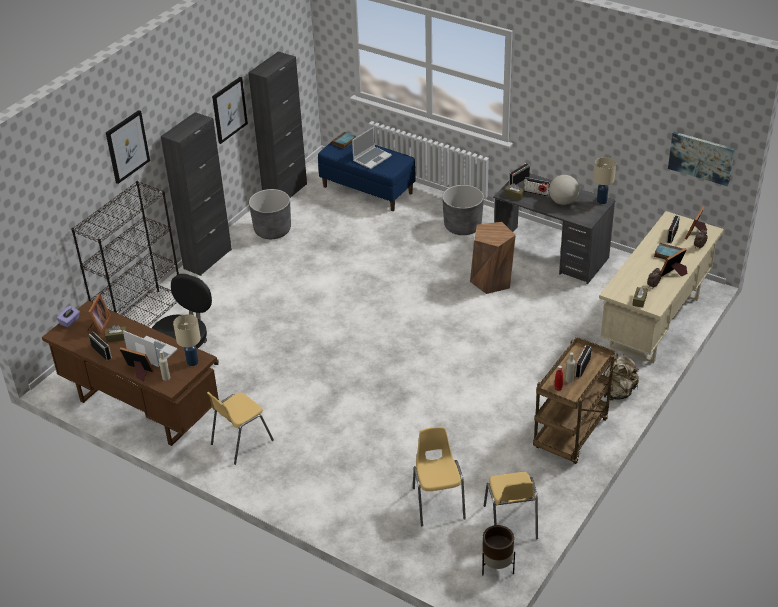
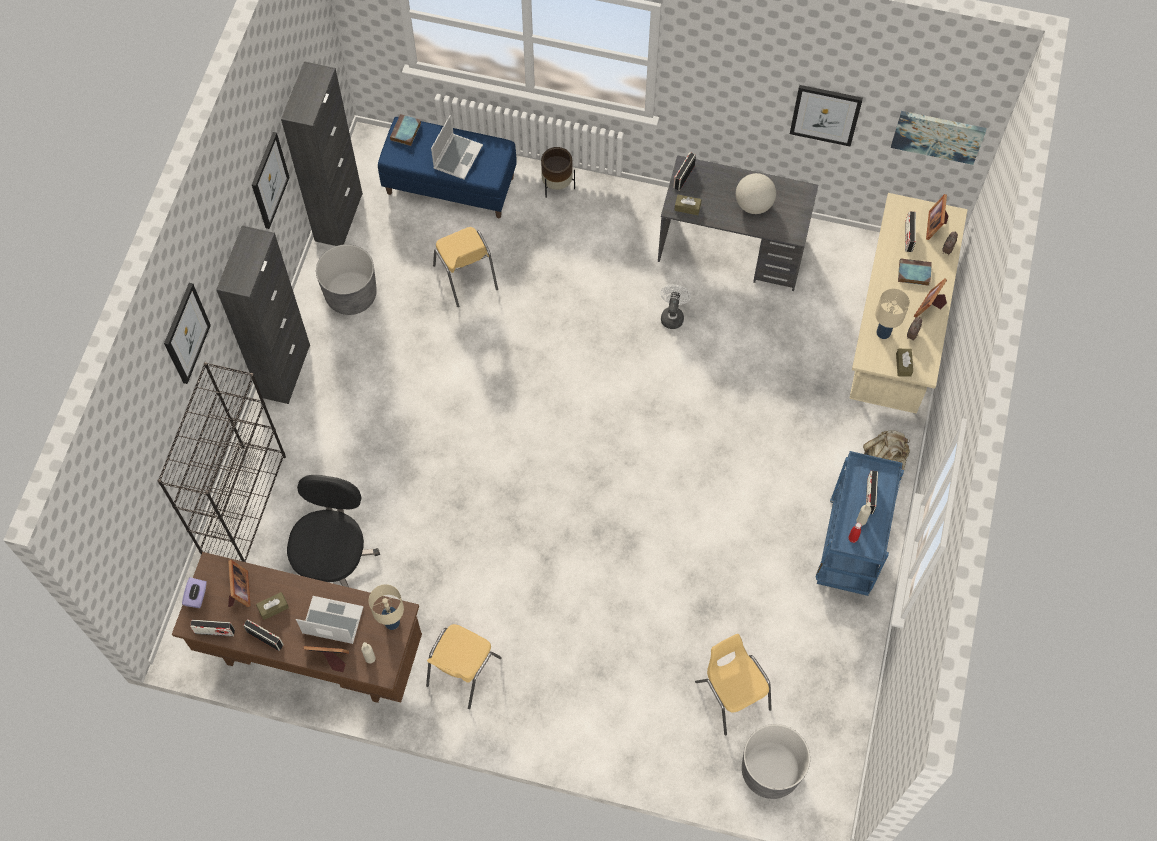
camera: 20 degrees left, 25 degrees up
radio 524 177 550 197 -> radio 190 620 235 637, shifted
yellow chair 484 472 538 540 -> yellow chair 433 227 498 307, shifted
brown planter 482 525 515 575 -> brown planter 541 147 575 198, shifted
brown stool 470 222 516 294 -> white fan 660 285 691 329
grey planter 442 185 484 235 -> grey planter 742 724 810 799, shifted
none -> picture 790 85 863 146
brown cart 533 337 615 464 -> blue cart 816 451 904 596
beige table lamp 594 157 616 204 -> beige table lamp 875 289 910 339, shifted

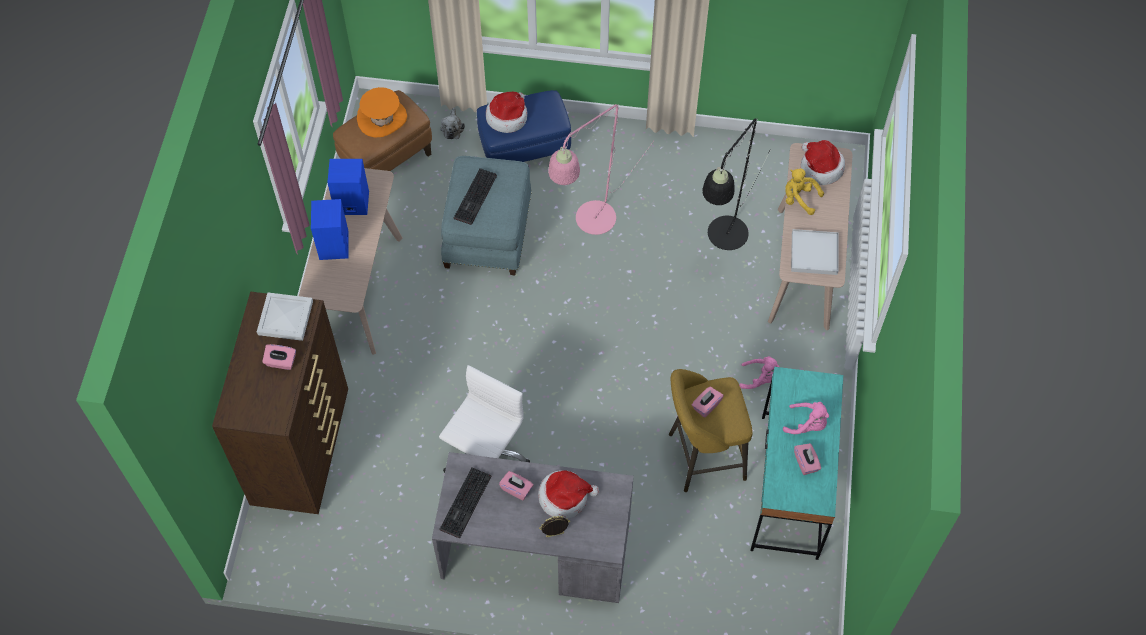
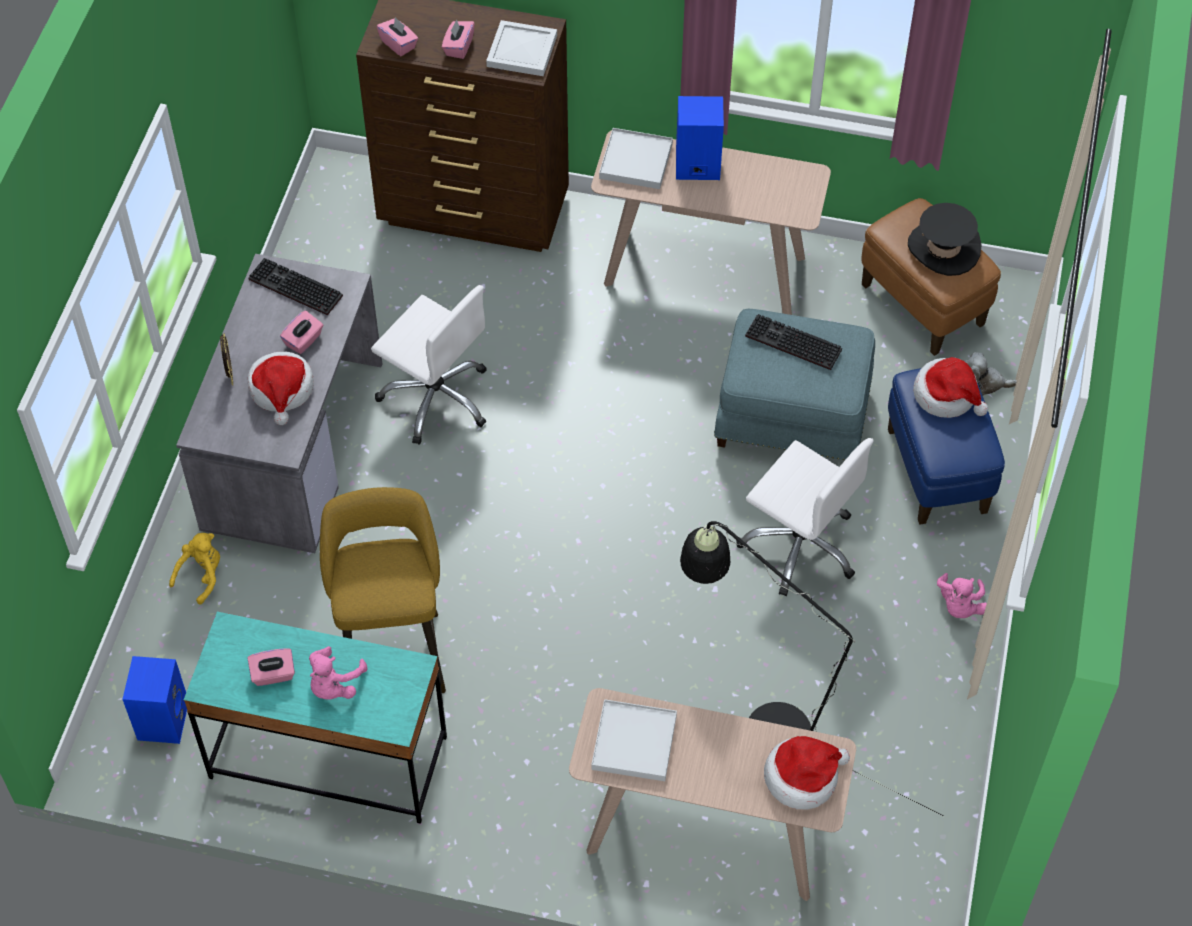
camera: 95 degrees right, 5 degrees down
blue speaker 327 159 369 215 -> blue speaker 122 656 187 744, shifted
yellow plush toy 785 169 824 215 -> yellow plush toy 169 533 220 605, shifted
pink tissue box 692 387 723 418 -> pink tissue box 377 17 418 56, shifted
none -> white tray 599 128 673 189
pink floor lamp 548 104 654 235 -> white office chair 736 438 873 596
orange hat 357 87 407 138 -> black hat 908 203 982 276
pink plush toy 739 356 780 389 -> pink plush toy 937 573 987 618, shifted

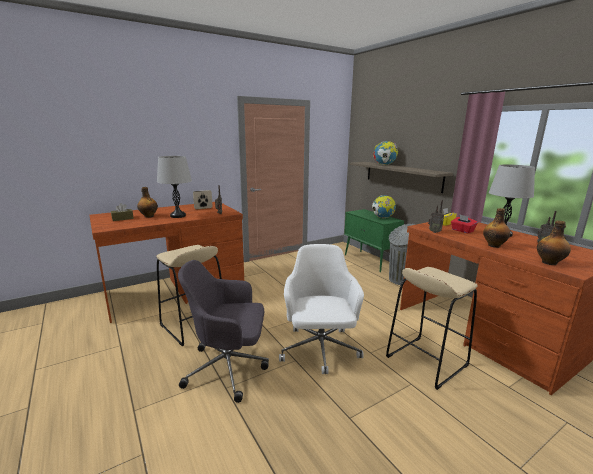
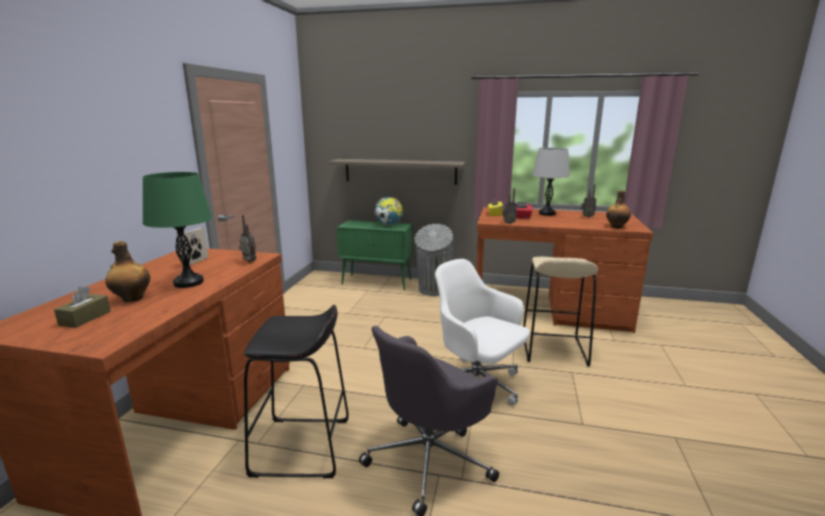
camera: 45 degrees left, 0 degrees up
grey table lamp 157 156 192 218 -> green table lamp 143 172 212 288
beige stool 157 245 222 346 -> black stool 244 305 349 478
globe 373 141 398 166 -> none
bottle 483 208 510 248 -> none

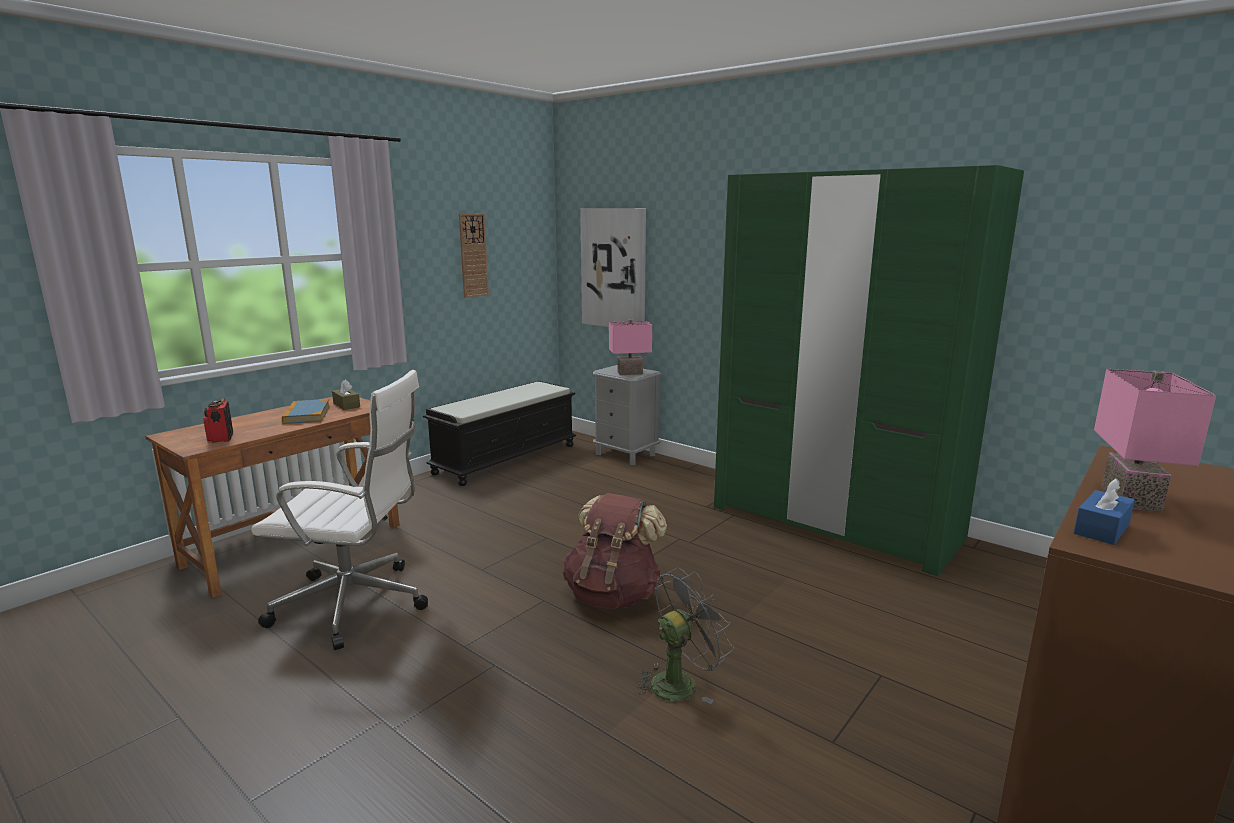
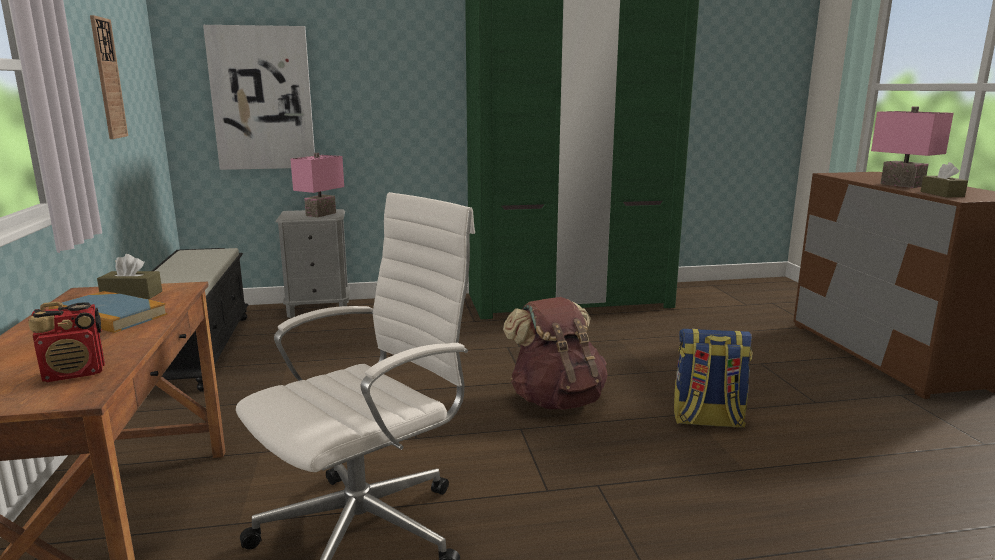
camera: 50 degrees left, 0 degrees up
radio 203 398 233 443 -> radio 28 301 105 382, 45 degrees counterclockwise
grey fan 636 568 734 704 -> backpack 674 329 752 428
blue tissue box 1074 478 1135 545 -> brown tissue box 921 162 968 197

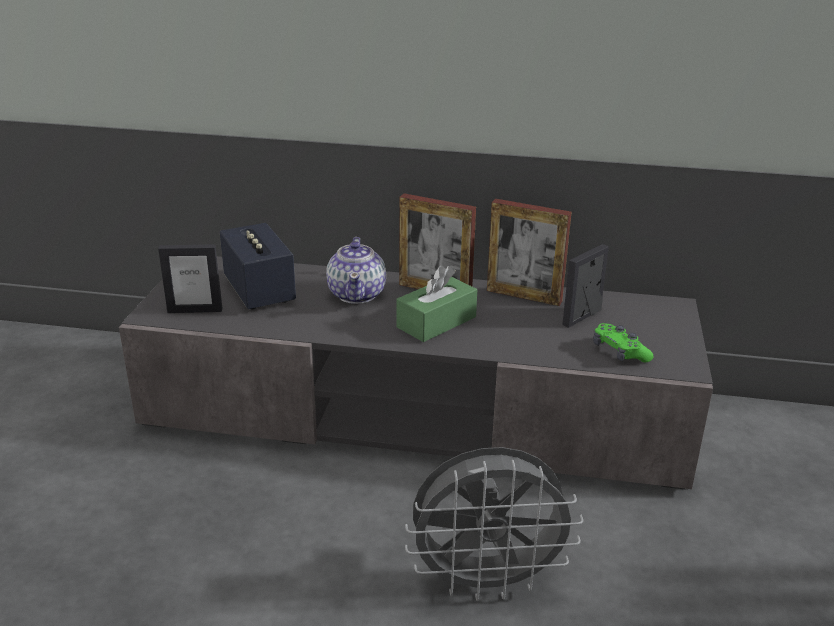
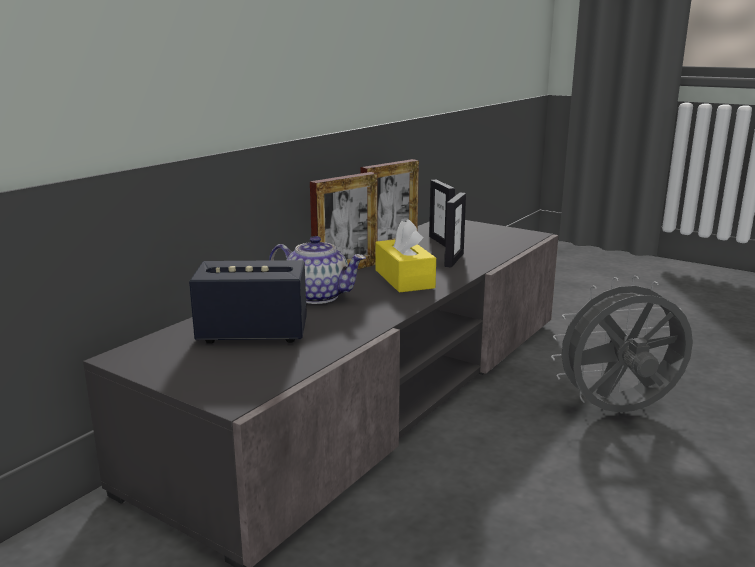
camera: 65 degrees left, 10 degrees down
green tissue box 396 266 477 342 -> yellow tissue box 375 219 436 293
picture frame 158 244 222 313 -> picture frame 444 193 466 268, shifted
grey fan 405 447 583 601 -> grey fan 551 276 693 412, 120 degrees counterclockwise
green game controller 593 323 653 362 -> none

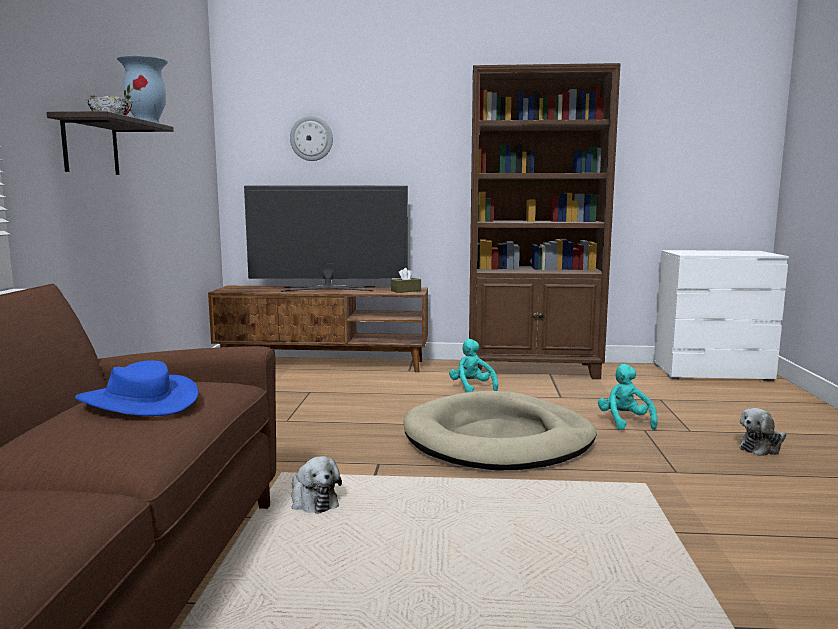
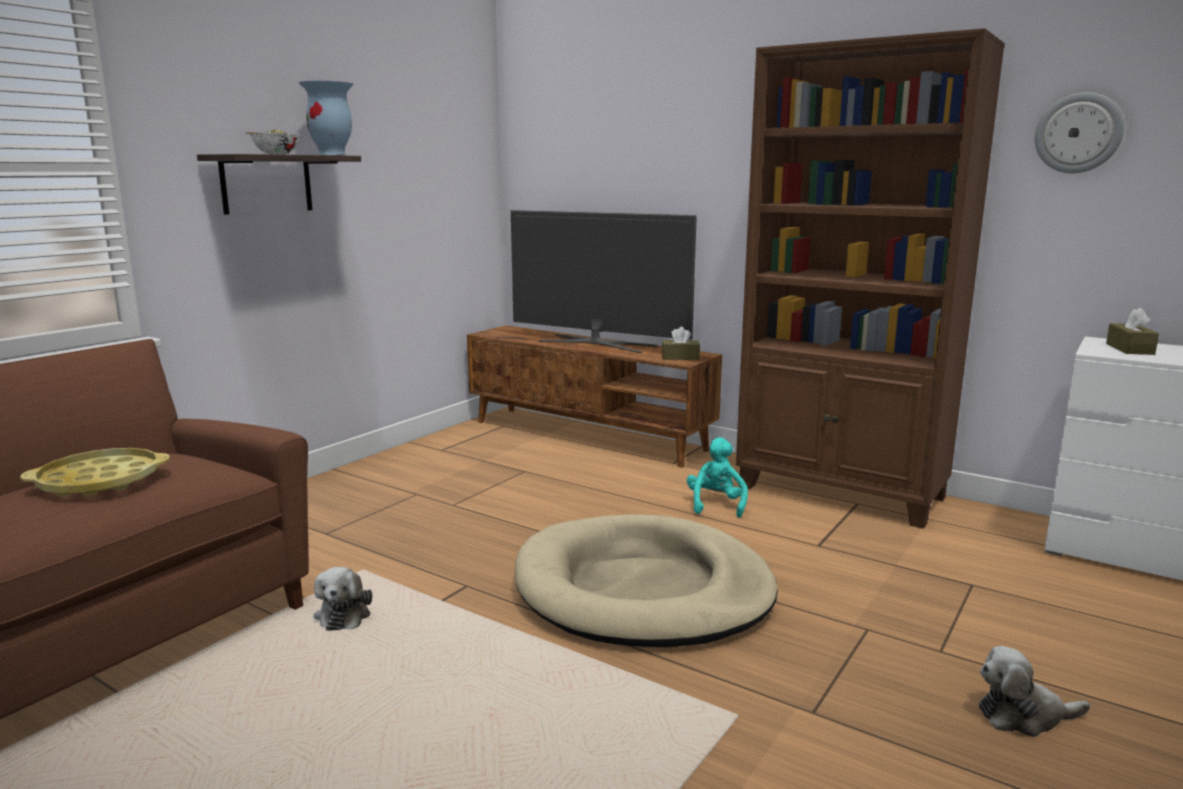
camera: 30 degrees right, 5 degrees up
blue hat 75 360 199 416 -> yellow tray 20 448 170 497
wall clock 290 116 333 161 -> wall clock 1035 92 1124 173, shifted
none -> brown tissue box 1106 307 1159 355
turquoise plush toy 598 364 657 430 -> none

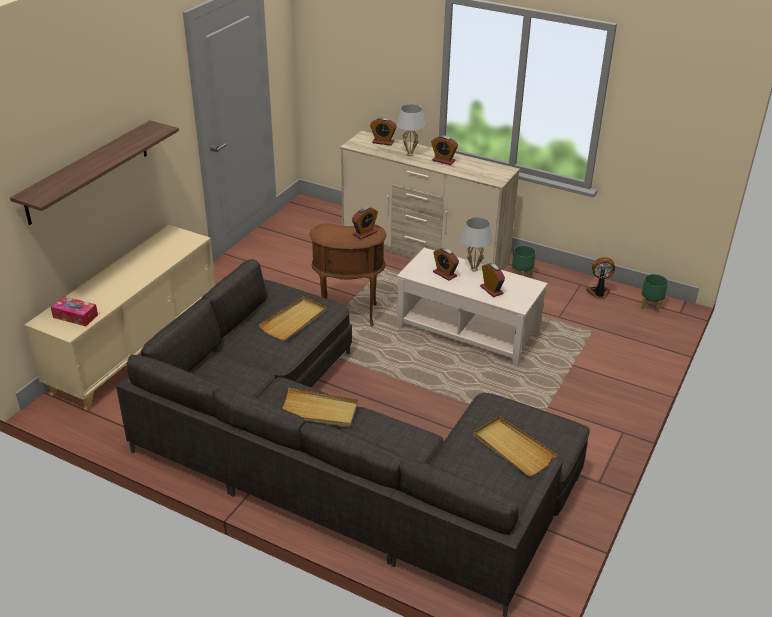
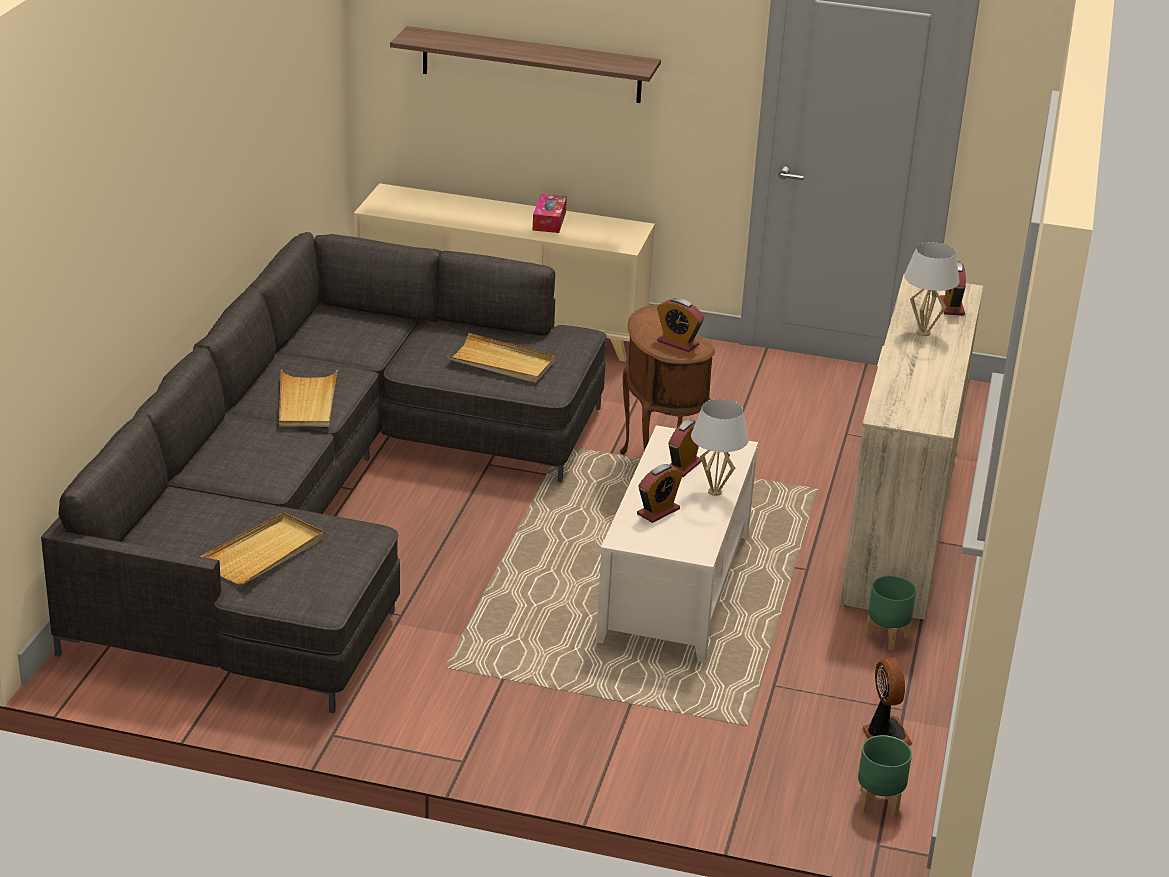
camera: 75 degrees right, 5 degrees down
tissue box 51 296 98 326 -> tissue box 533 194 567 233, shifted
alarm clock 431 135 458 165 -> none

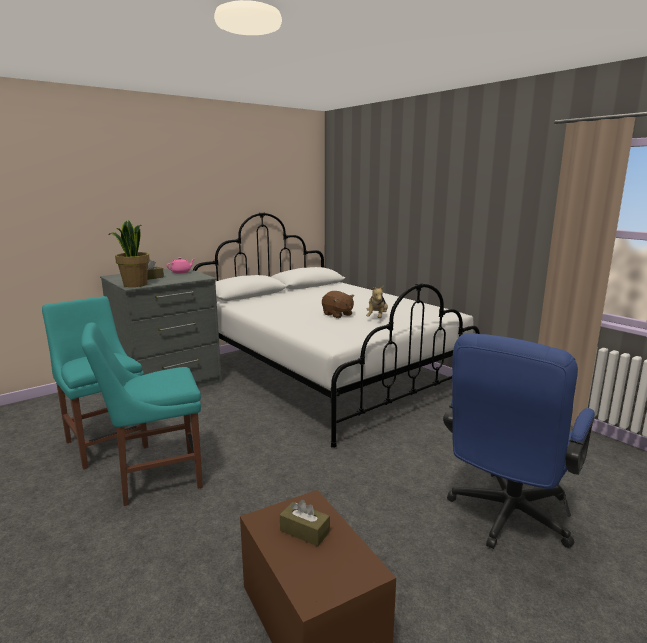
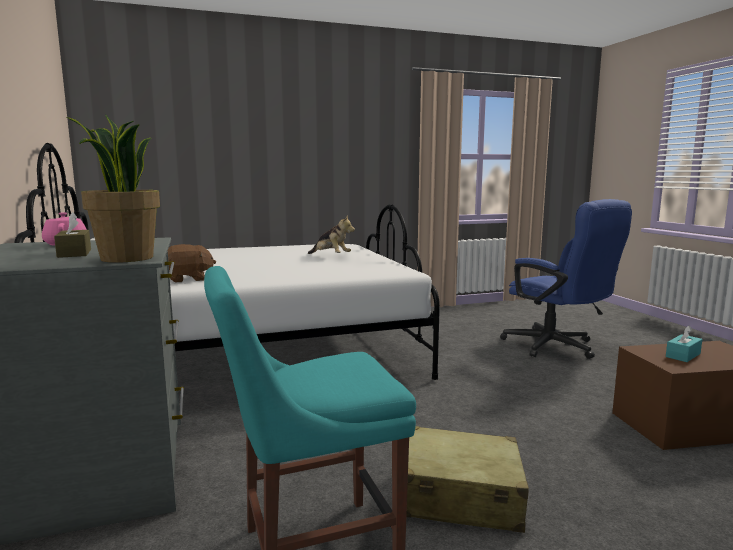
camera: 70 degrees left, 5 degrees down
brown plush toy 322 291 354 318 -> brown plush toy 168 244 216 283, shifted
turquoise chair 81 322 203 506 -> beige suitcase 406 426 529 533
brown tissue box 280 500 330 546 -> turquoise tissue box 666 326 702 362

